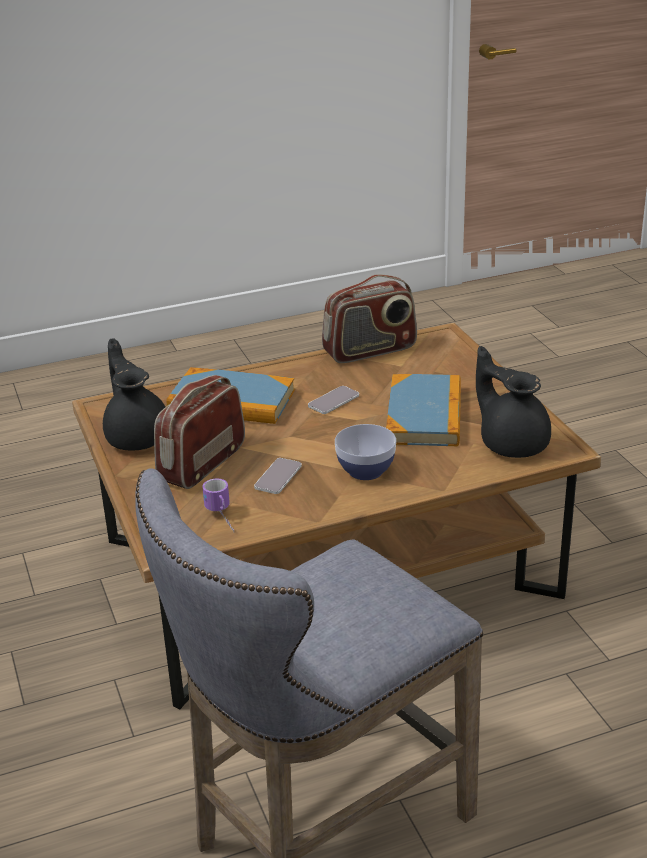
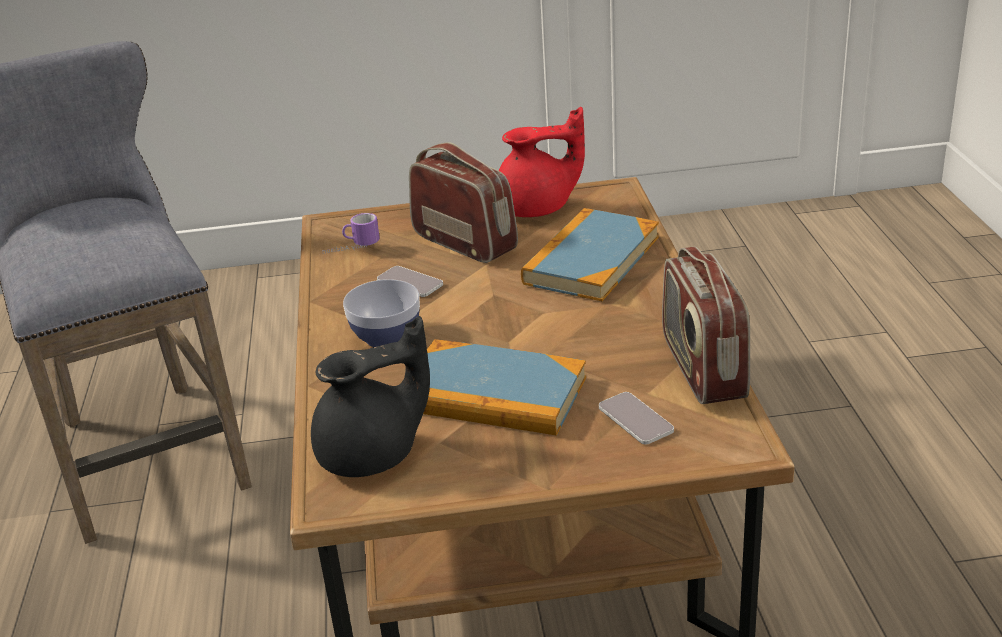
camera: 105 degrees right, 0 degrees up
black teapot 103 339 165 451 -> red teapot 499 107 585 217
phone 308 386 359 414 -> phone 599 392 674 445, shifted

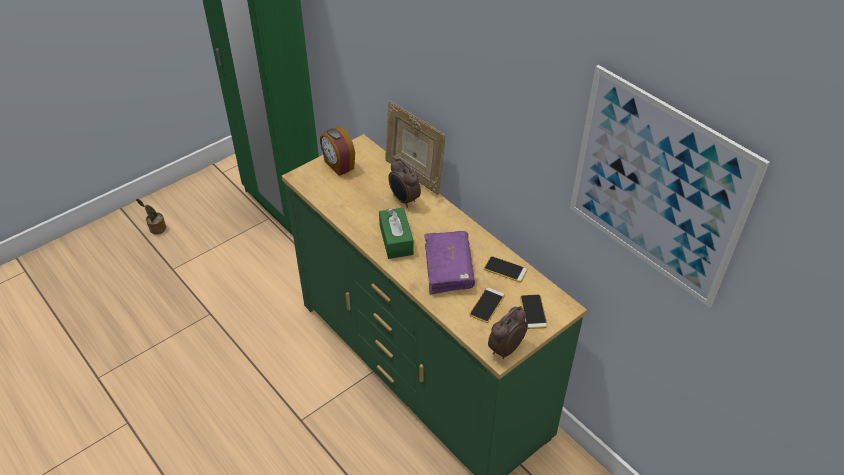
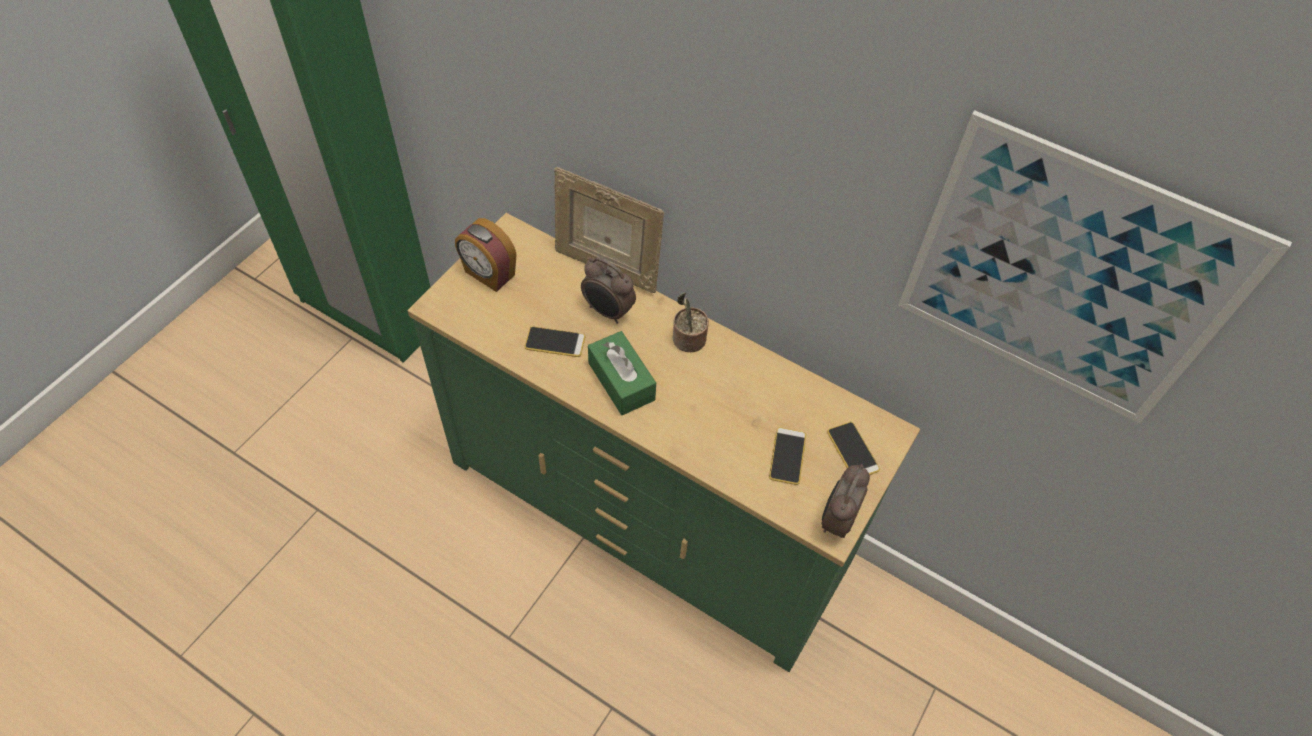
camera: 20 degrees left, 10 degrees up
phone 484 256 528 282 -> phone 524 326 585 357, shifted
potted plant 136 199 166 234 -> potted plant 673 292 709 352, shifted
purple book 424 231 475 294 -> none

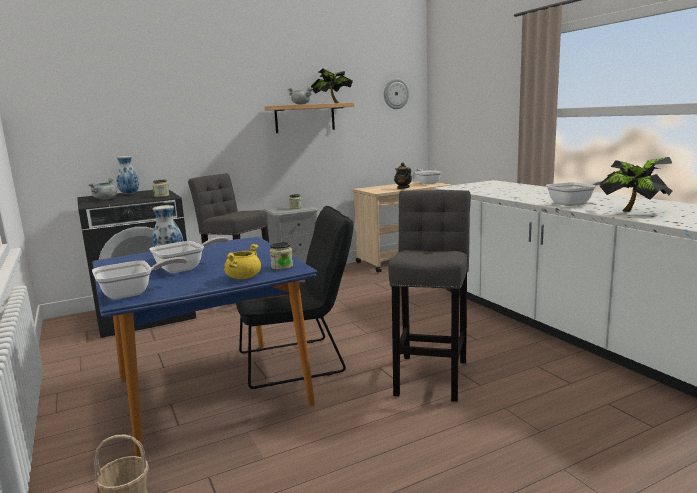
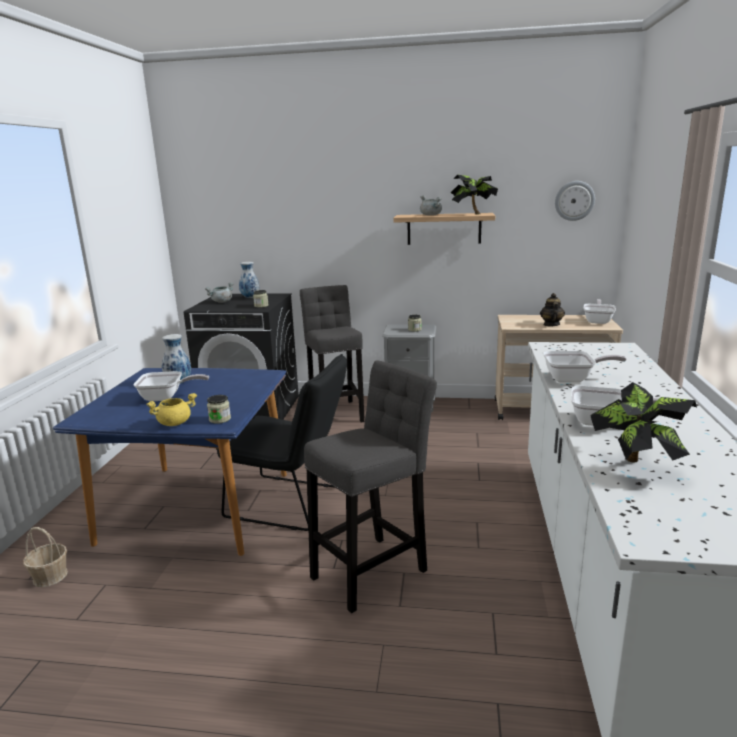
camera: 35 degrees right, 5 degrees up
frying pan 92 257 187 299 -> frying pan 543 351 627 382, shifted

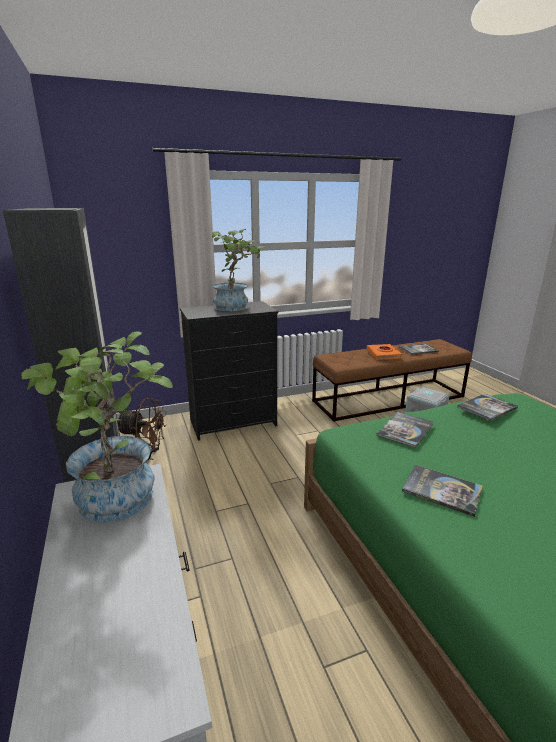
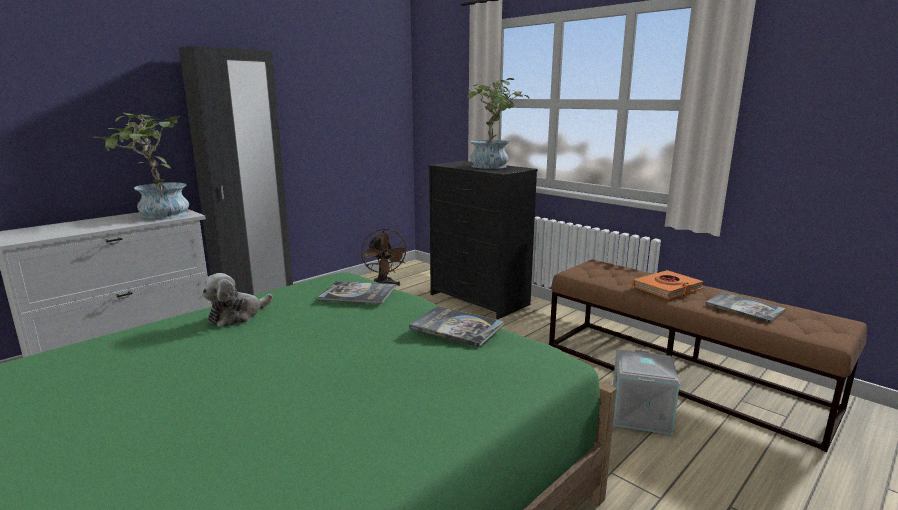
camera: 65 degrees right, 5 degrees down
book 402 465 483 517 -> plush toy 202 273 273 328

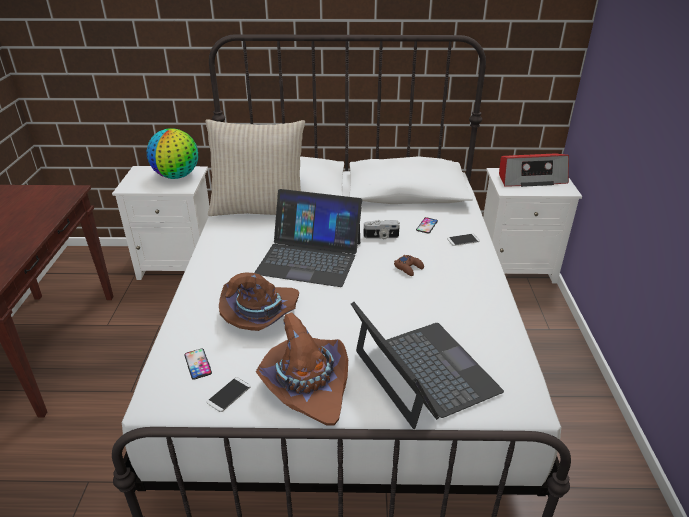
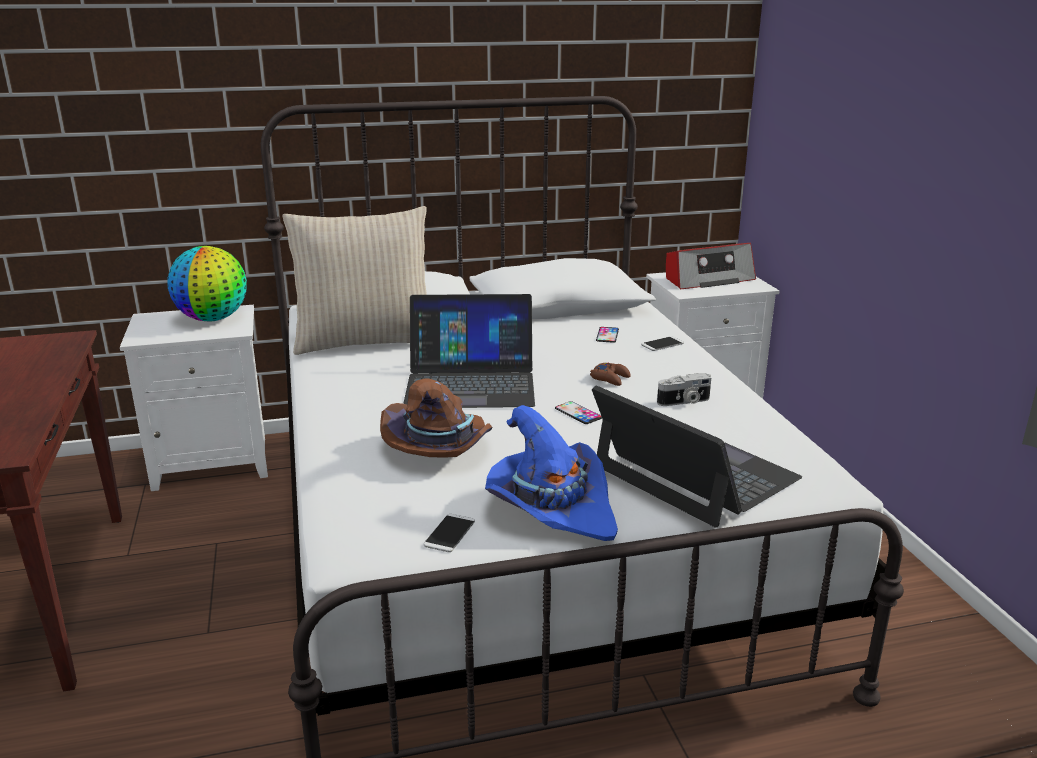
camera: 15 degrees left, 10 degrees down
brown hat 256 312 348 426 -> blue hat 485 405 618 541
phone 184 348 212 380 -> phone 555 401 602 424, shifted
photo camera 363 220 400 239 -> photo camera 657 373 711 406, shifted

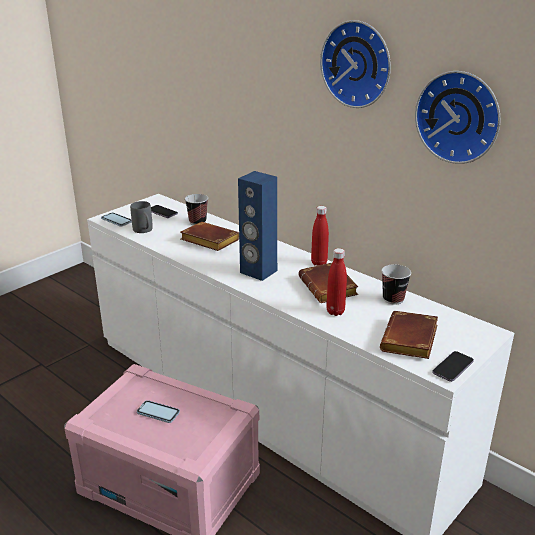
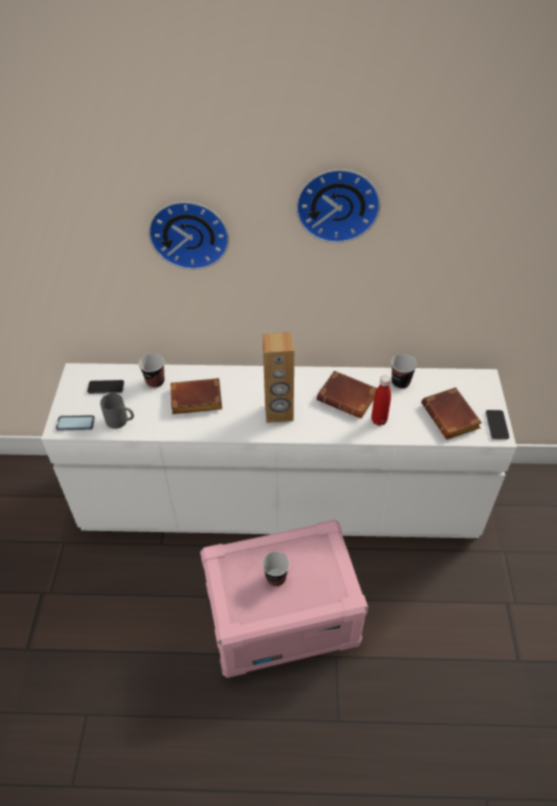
camera: 40 degrees left, 20 degrees up
wall clock 415 71 500 164 -> wall clock 148 201 229 270, shifted
phone 137 400 180 423 -> cup 262 552 290 587
blue speaker 238 171 277 281 -> brown speaker 263 332 294 423
red bottle 311 206 329 266 -> none

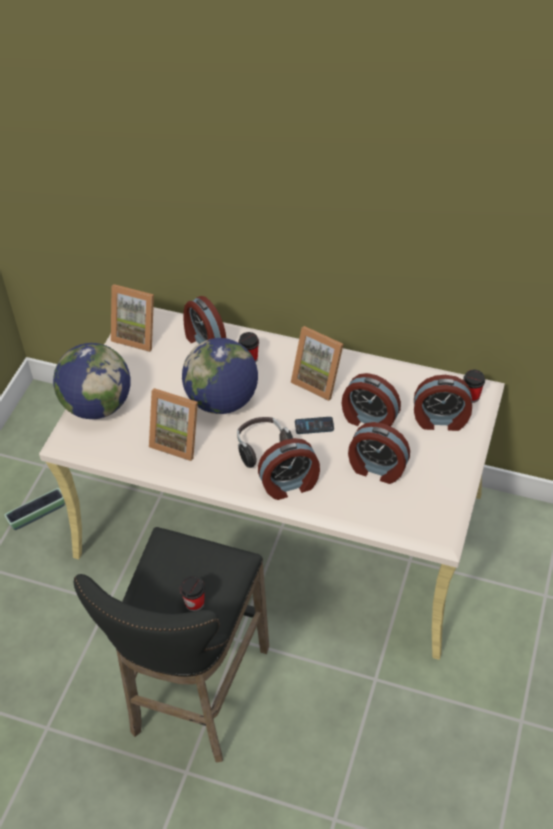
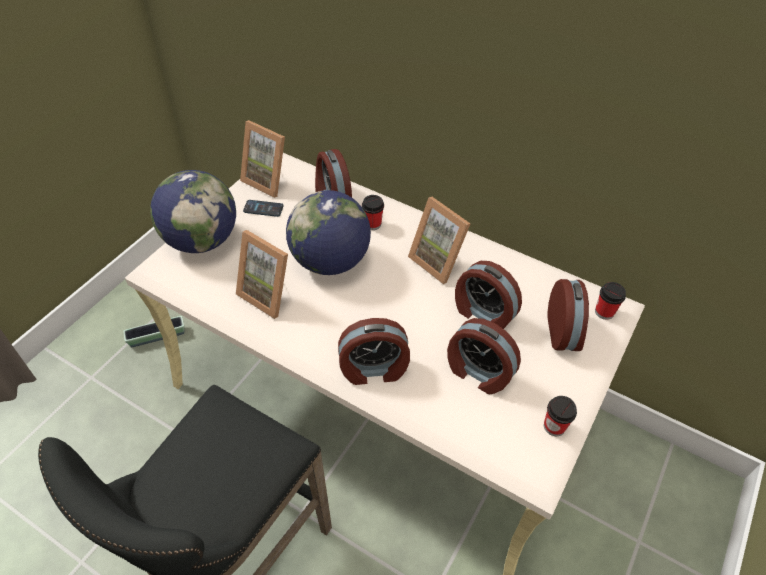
camera: 10 degrees right, 0 degrees up
phone 295 417 334 434 -> phone 243 200 283 217, shifted
cup 180 576 205 611 -> cup 544 396 577 436, shifted
alarm clock 414 375 472 431 -> alarm clock 547 279 589 351, 105 degrees counterclockwise
headphones 237 417 293 468 -> none

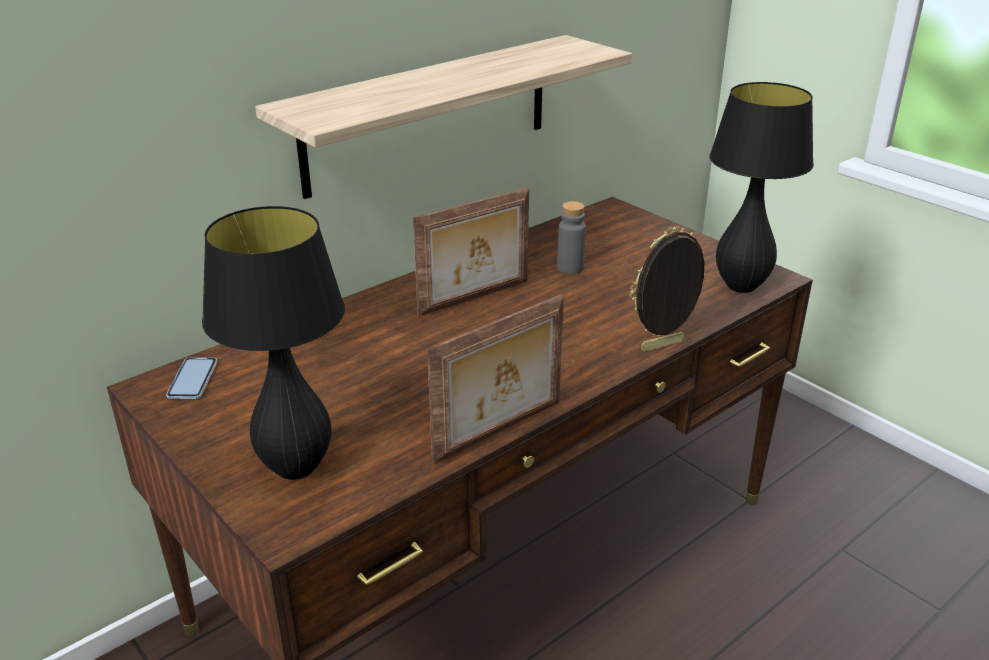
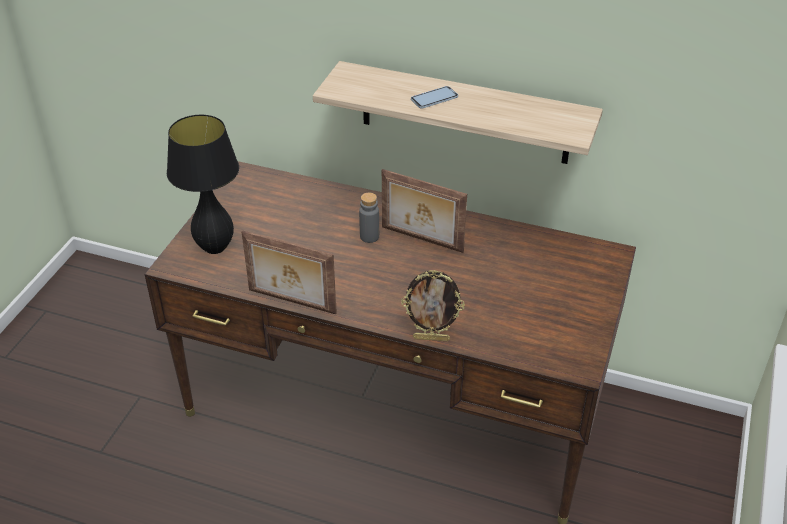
camera: 60 degrees right, 10 degrees up
grey bottle 557 201 586 274 -> grey bottle 359 192 379 243, shifted
picture frame 630 226 706 352 -> picture frame 401 270 465 341, 150 degrees clockwise
phone 166 357 217 399 -> phone 411 86 458 109, shifted
black table lamp 709 82 814 293 -> none

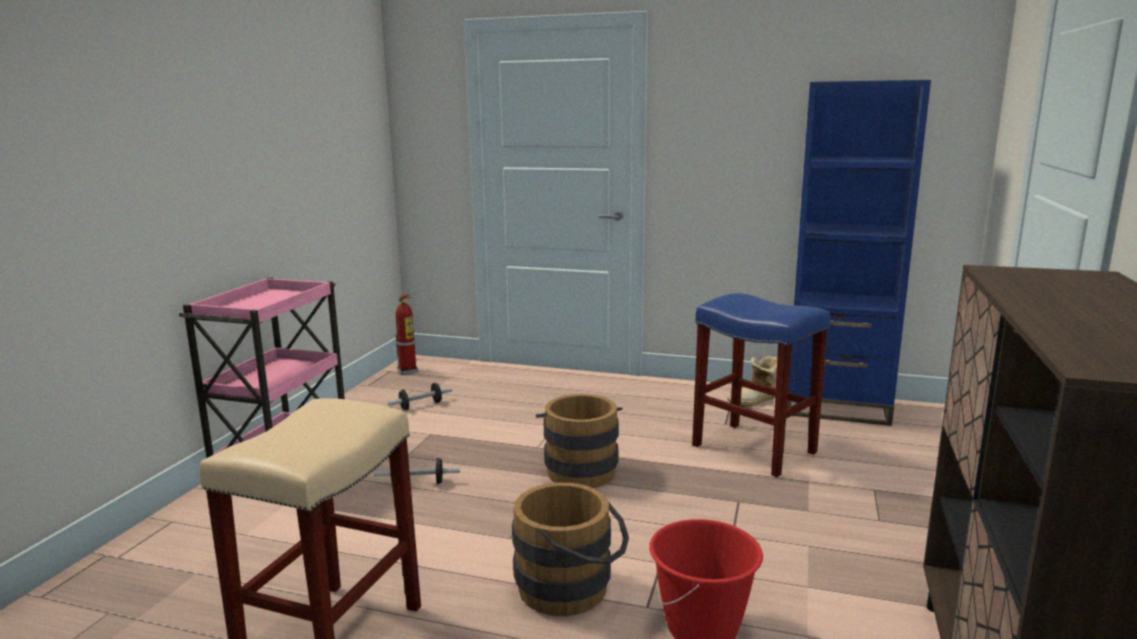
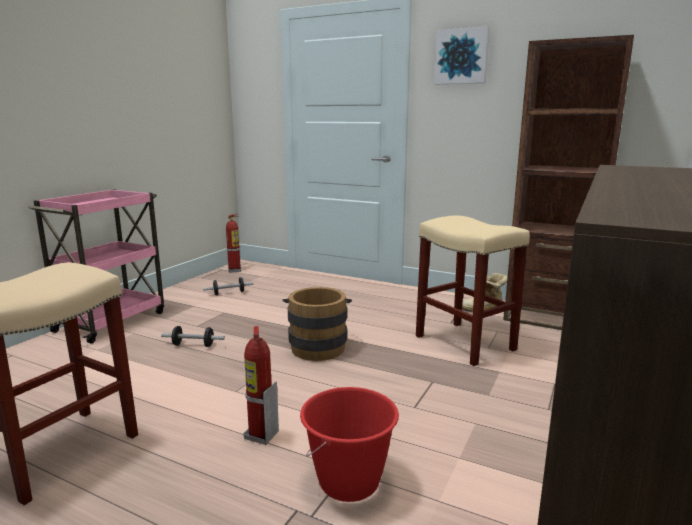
camera: 10 degrees right, 0 degrees up
brown bucket 512 482 629 616 -> fire extinguisher 243 326 279 445
blue stool 692 293 830 477 -> beige stool 416 215 530 366
none -> picture 434 26 489 84
blue bookcase 787 80 931 426 -> brown bookcase 503 35 634 330

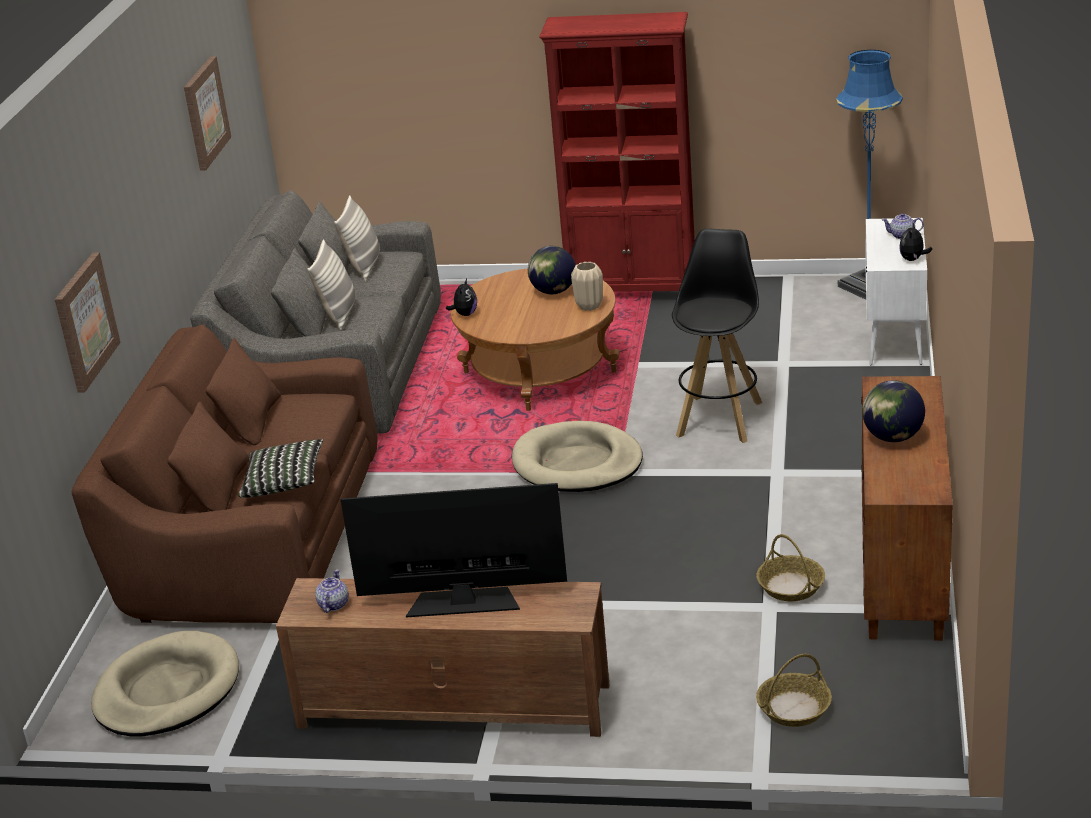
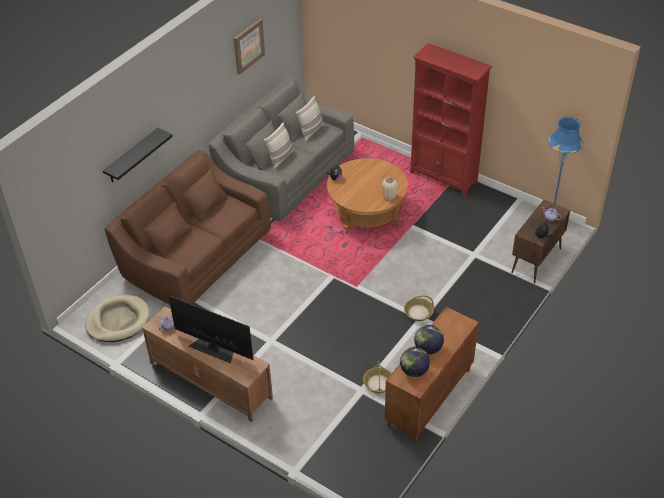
camera: 25 degrees right, 15 degrees up
picture 55 253 121 392 -> black shelf 103 128 173 182
globe 528 246 576 294 -> globe 400 347 430 377, shifted
basket 756 654 832 727 -> basket 404 295 434 321, shifted
white cabinet 866 218 927 365 -> brown cabinet 511 200 570 284
pillow 238 439 323 498 -> none
beige dog bed 512 421 643 492 -> none
black stool 672 228 762 443 -> none

